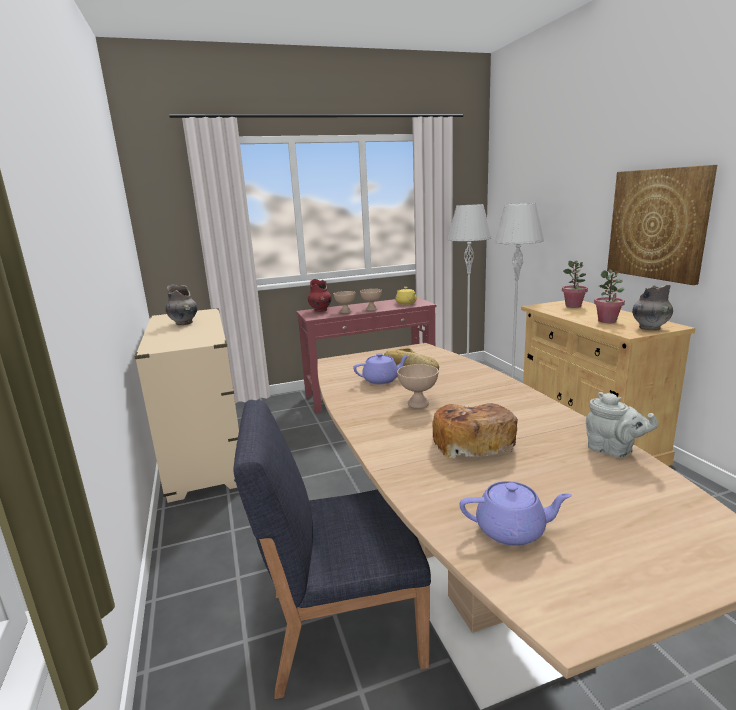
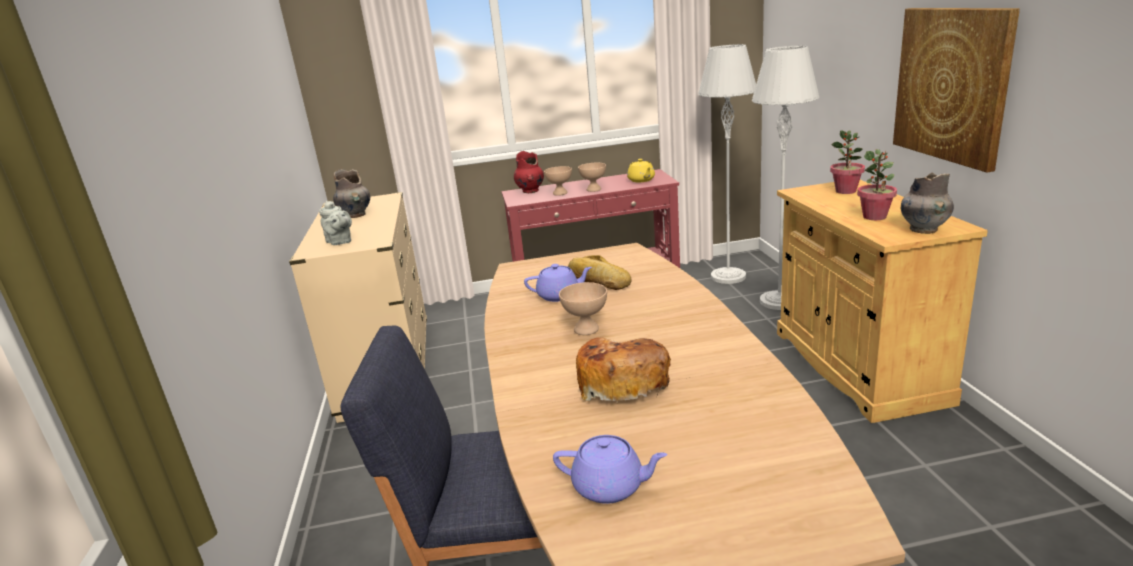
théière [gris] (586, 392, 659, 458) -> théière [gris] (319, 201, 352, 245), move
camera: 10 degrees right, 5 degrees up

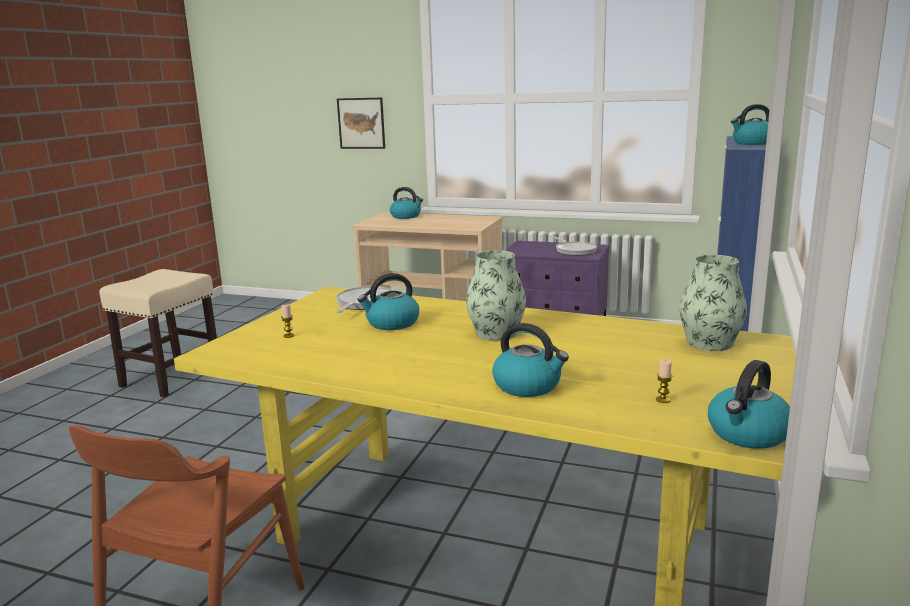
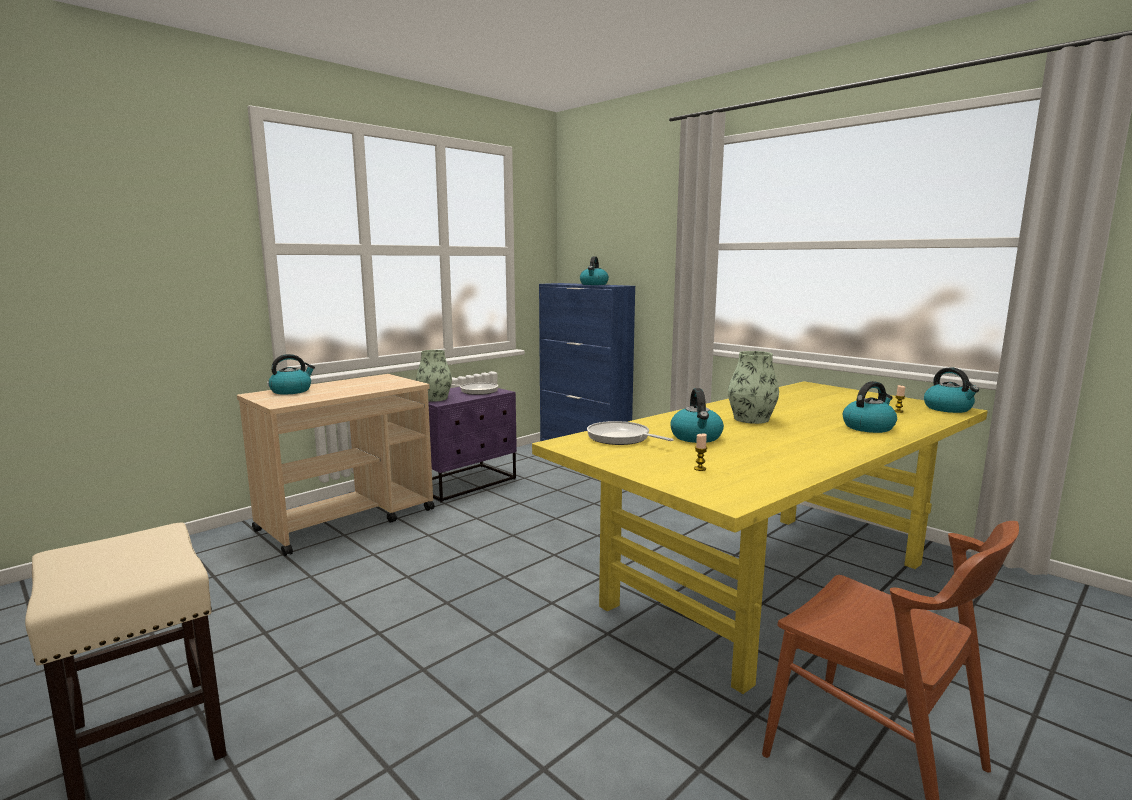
tableau (337, 98, 385, 149) -> none
vase (679, 255, 747, 351) -> vase (416, 350, 452, 402), move
camera: 65 degrees left, 5 degrees down

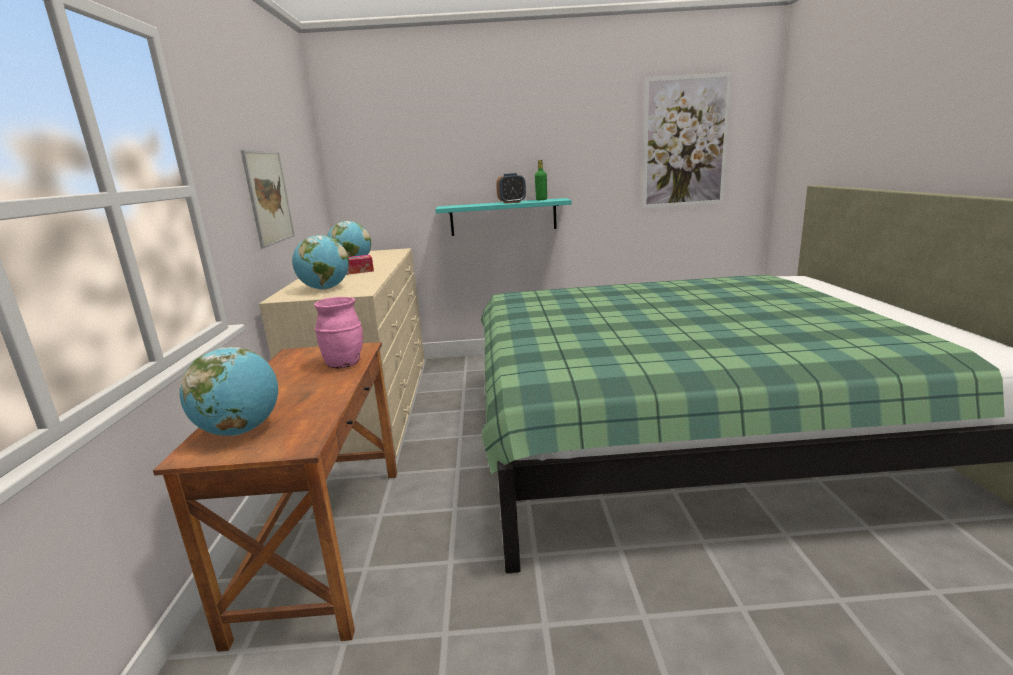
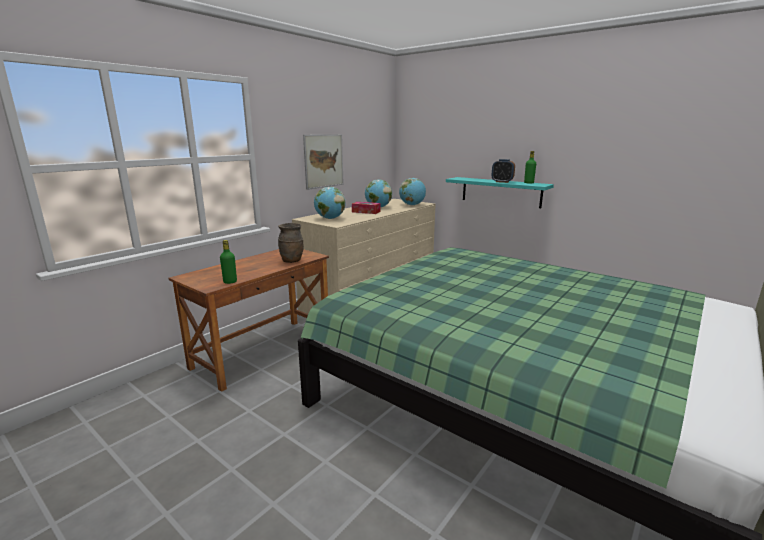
tableau (642, 72, 732, 208) -> none
none -> bouteille [vert] (220, 240, 237, 284)
globe (179, 347, 278, 436) -> globe (399, 178, 426, 205), move
vase [rose] (314, 297, 363, 368) -> vase [marron] (278, 223, 304, 263)
camera: 40 degrees right, 0 degrees up

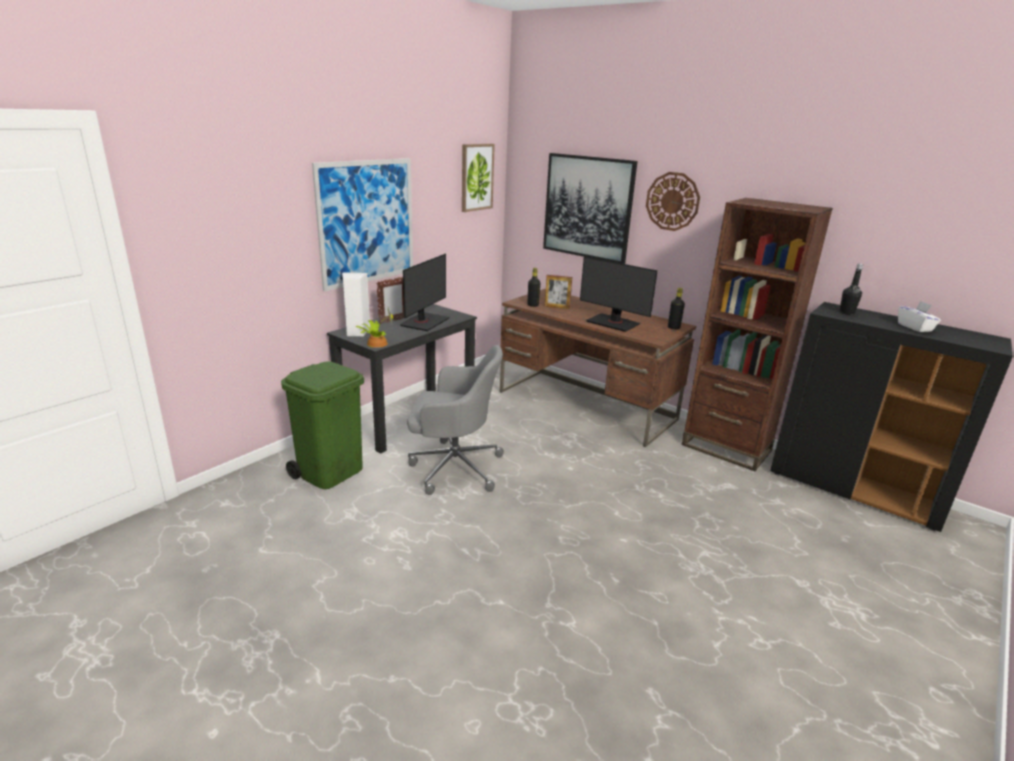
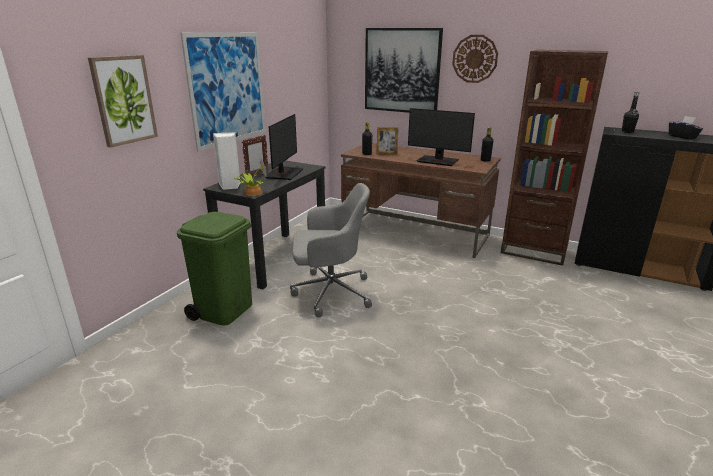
tableau (462, 144, 495, 212) -> tableau (88, 55, 158, 148), move
boîte à mouchoirs [blanc] (898, 301, 941, 332) -> boîte à mouchoirs [noir] (669, 116, 703, 139)
camera: 10 degrees left, 0 degrees up

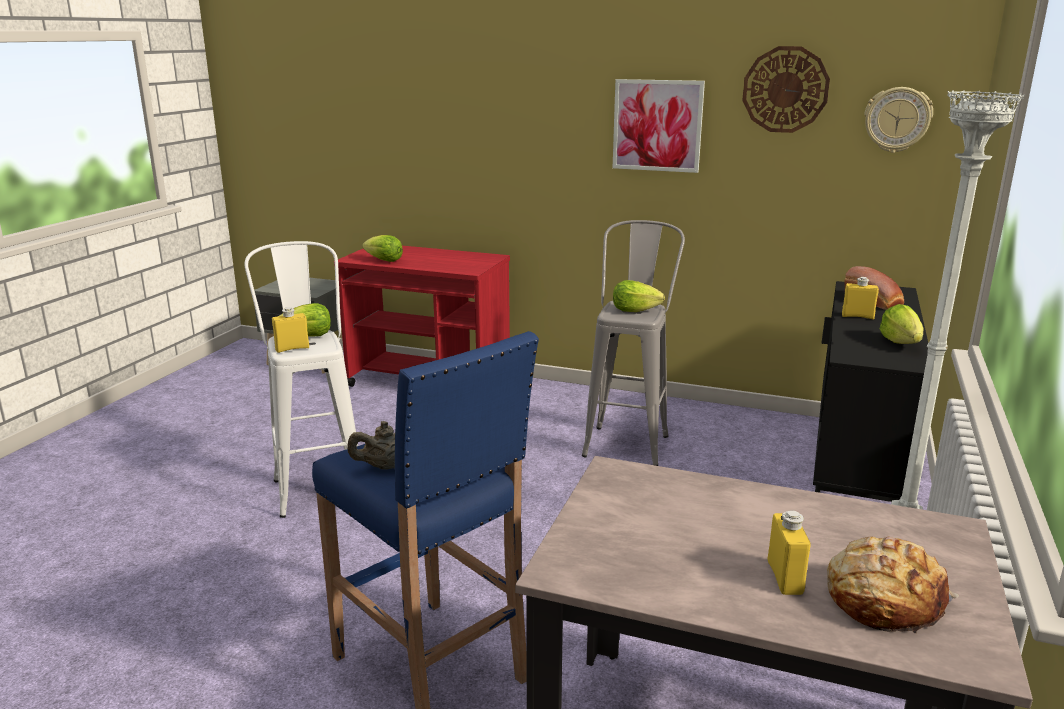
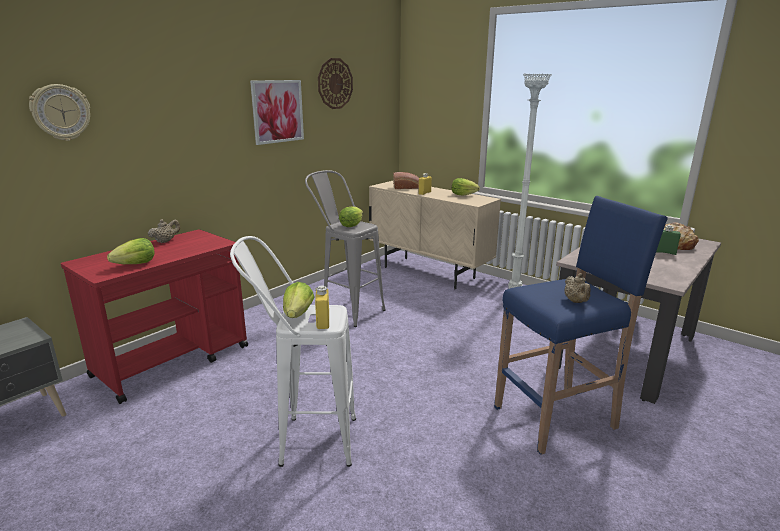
none -> théière [beige] (148, 219, 180, 243)
horloge murale (864, 87, 933, 153) -> horloge murale (29, 84, 90, 141), move
bouteille [jaune] (768, 510, 811, 595) -> bouteille [vert] (656, 225, 681, 255)
meuble de rangement [noir] (813, 281, 928, 502) -> meuble de rangement [beige] (369, 181, 501, 289)
camera: 70 degrees left, 0 degrees up

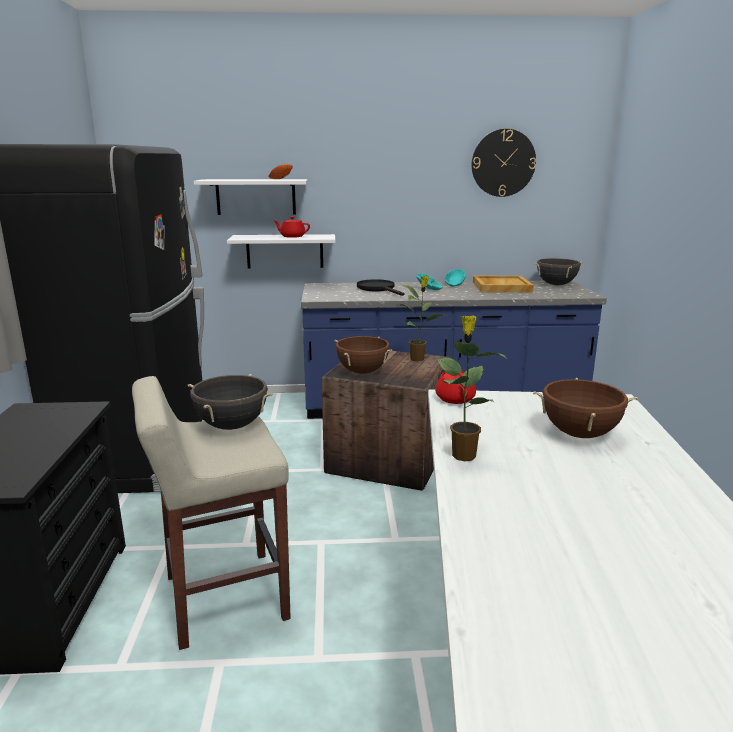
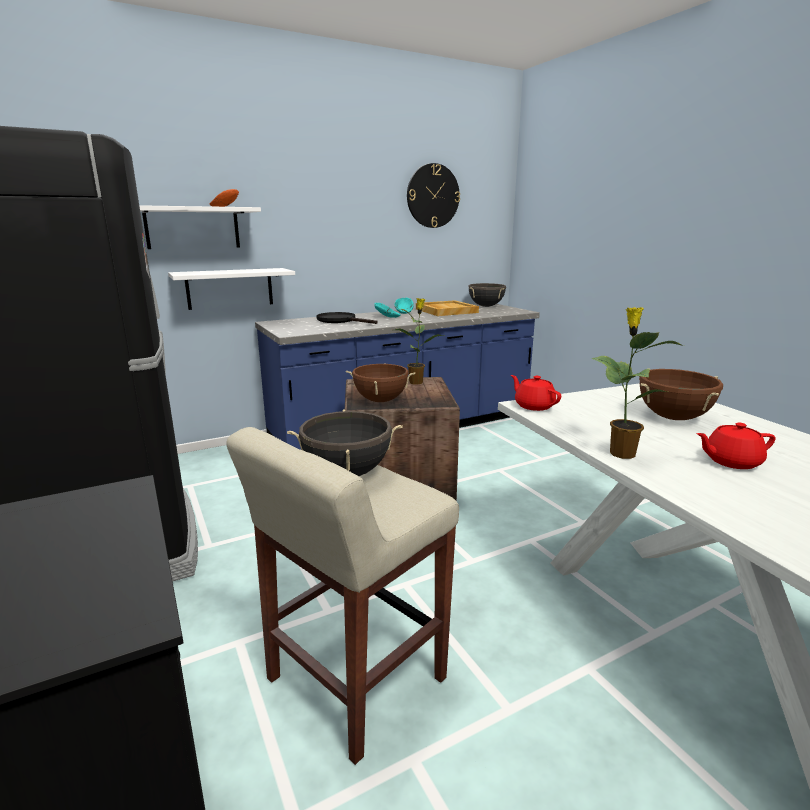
théière [rouge] (273, 217, 310, 238) -> théière [rouge] (696, 423, 775, 469), move
camera: 25 degrees left, 0 degrees up

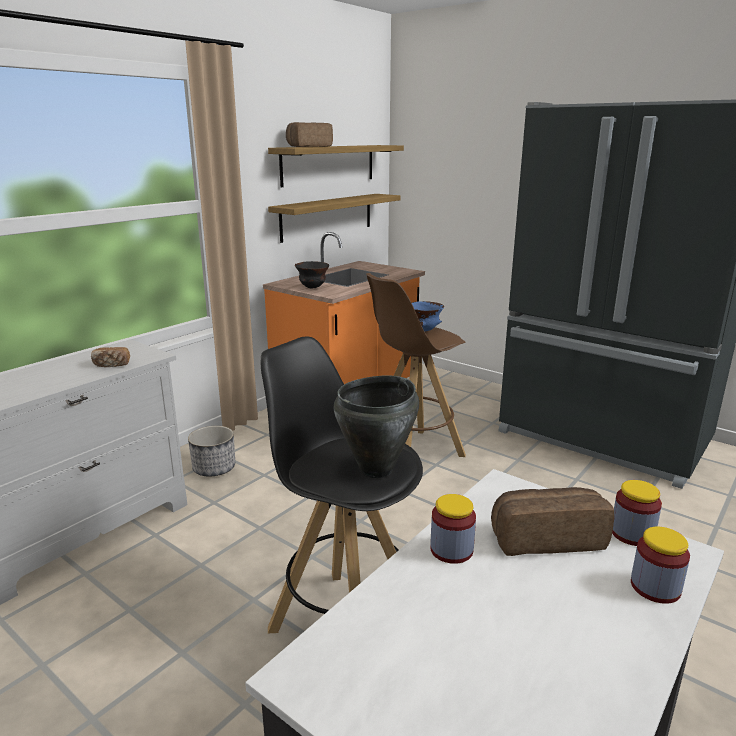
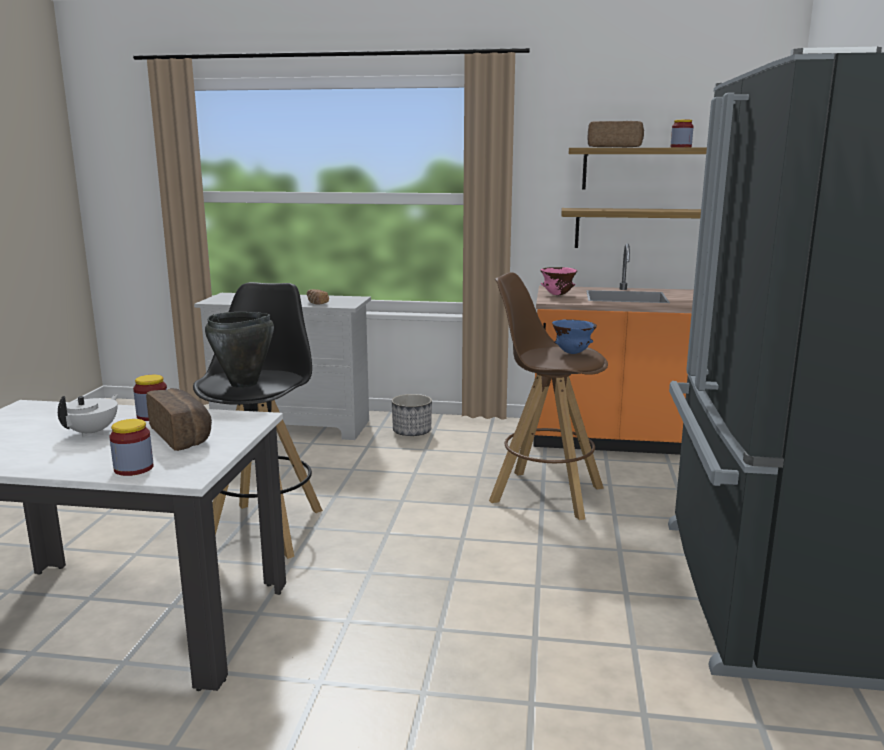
none -> théière [blanc] (58, 394, 118, 437)
bocal (612, 480, 662, 546) -> bocal (671, 120, 693, 147), move
bol [noir] (295, 261, 329, 288) -> bol [rose] (540, 267, 578, 295)
camera: 60 degrees right, 5 degrees down

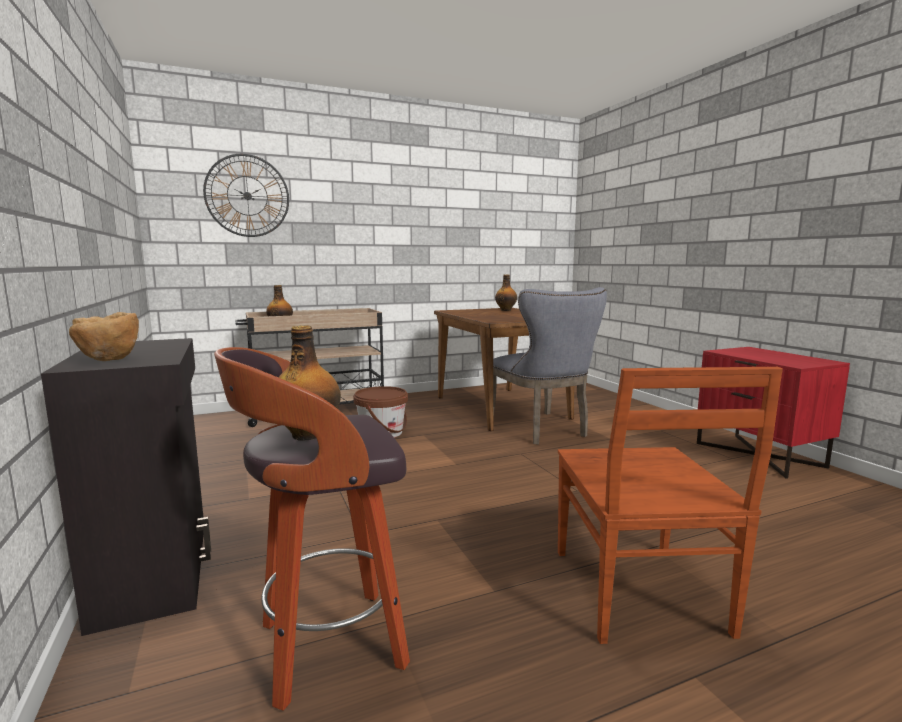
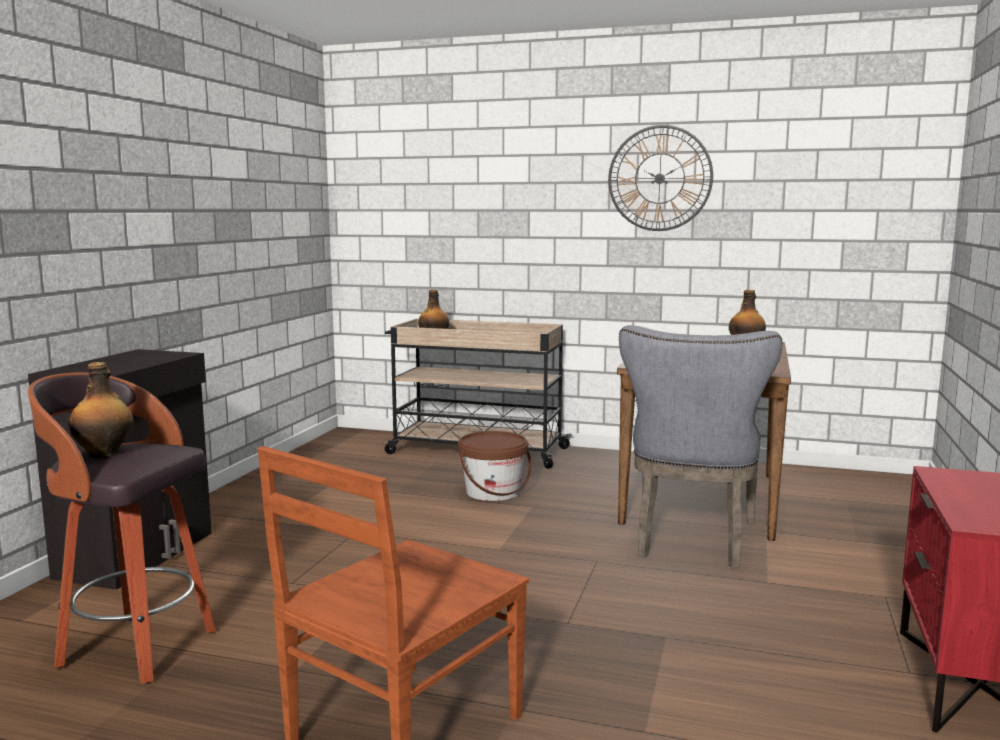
bol [marron] (69, 312, 139, 361) -> none
horloge murale (203, 154, 289, 237) -> horloge murale (608, 125, 713, 231), move
camera: 40 degrees right, 0 degrees up

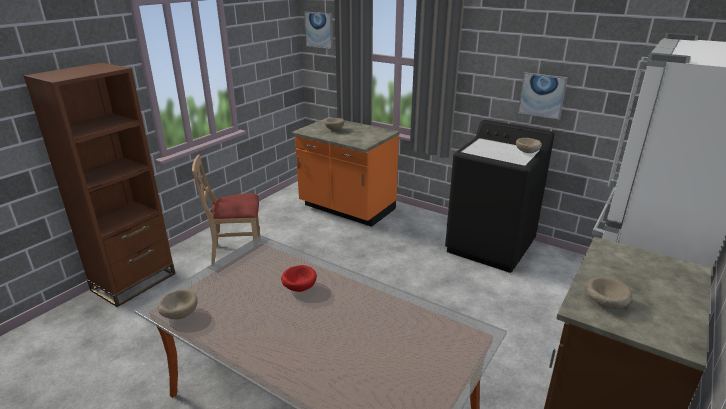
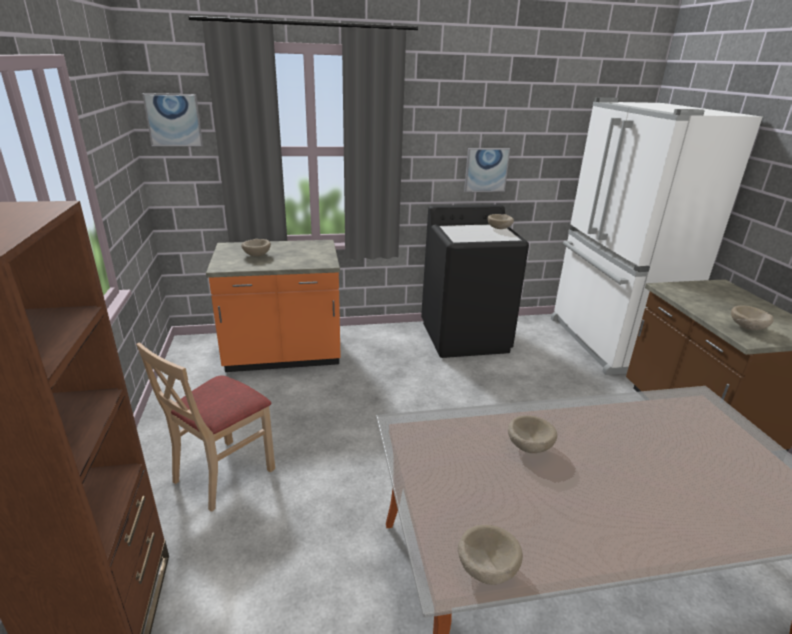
bol [rouge] (281, 265, 317, 292) -> bol [beige] (508, 415, 557, 453)
camera: 45 degrees left, 0 degrees up

